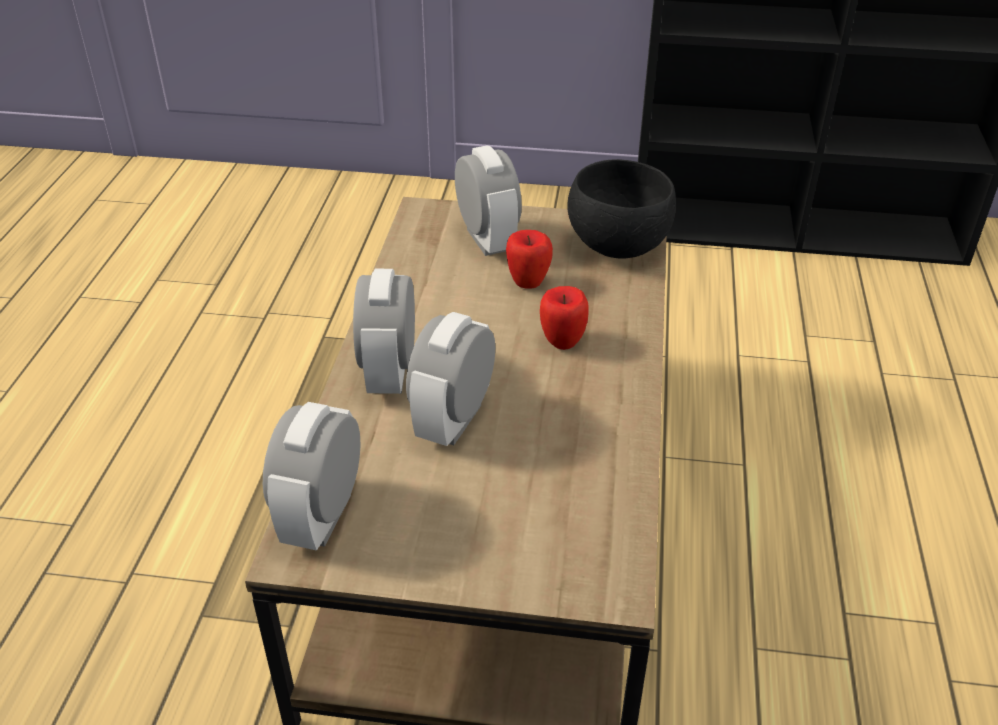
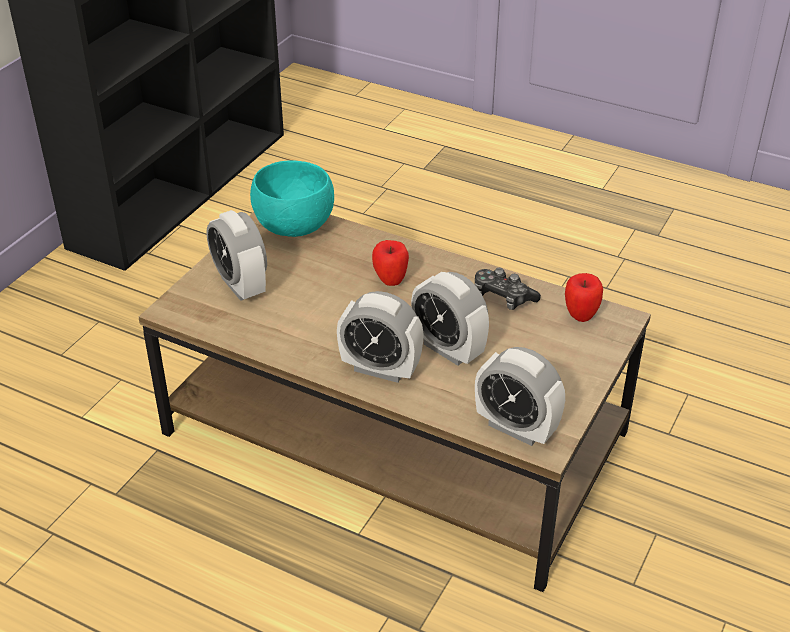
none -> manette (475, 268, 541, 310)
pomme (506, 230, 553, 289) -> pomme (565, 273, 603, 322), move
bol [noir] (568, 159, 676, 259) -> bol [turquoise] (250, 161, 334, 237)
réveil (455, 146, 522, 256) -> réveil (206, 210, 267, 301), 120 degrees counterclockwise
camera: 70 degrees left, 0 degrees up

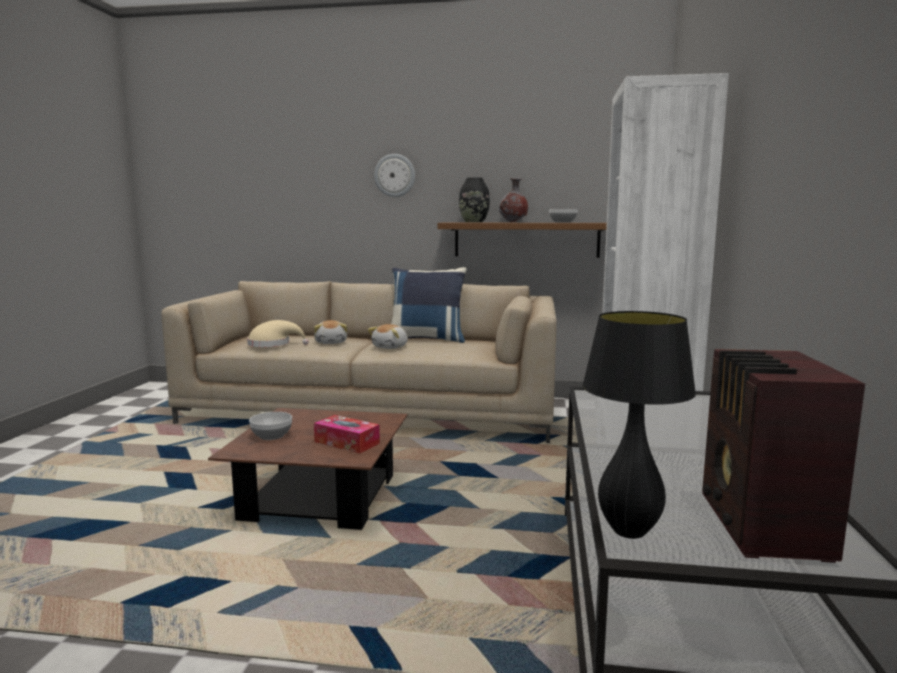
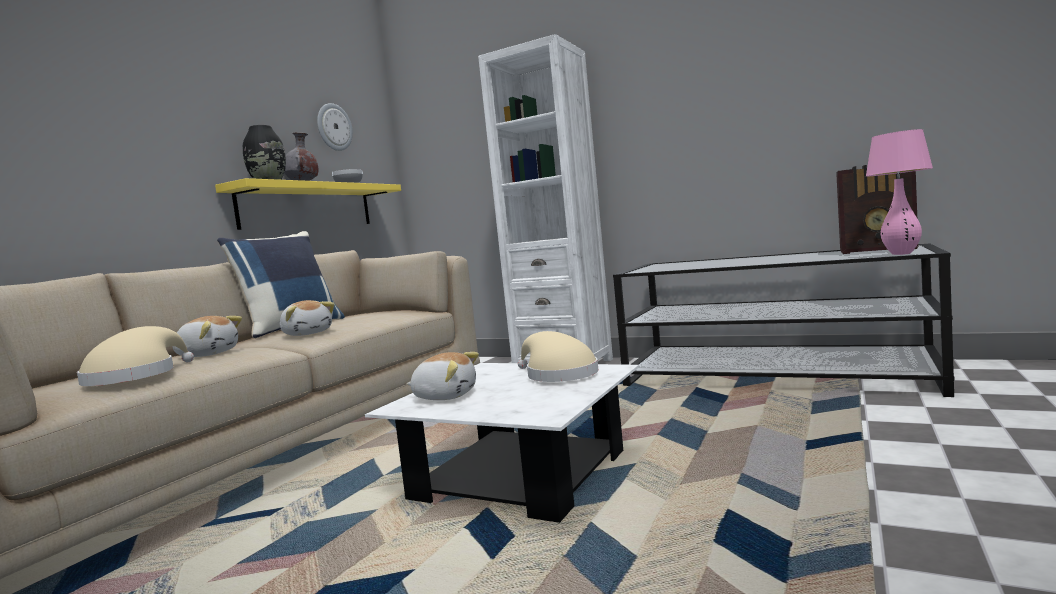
bol (249, 412, 292, 440) -> none
none -> peluche (407, 352, 479, 400)
horloge murale (374, 154, 415, 197) -> horloge murale (317, 103, 353, 151), move
boîte à mouchoirs (314, 415, 380, 453) -> chapeau [beige] (518, 331, 598, 382)
table basse [marron] (208, 408, 408, 530) -> table basse [blanc] (365, 363, 639, 523)
étagère [marron] (437, 223, 607, 258) -> étagère [jaune] (215, 178, 401, 230)
lampe de table [noir] (582, 311, 696, 539) -> lampe de table [rose] (866, 129, 933, 255)
camera: 70 degrees left, 5 degrees down

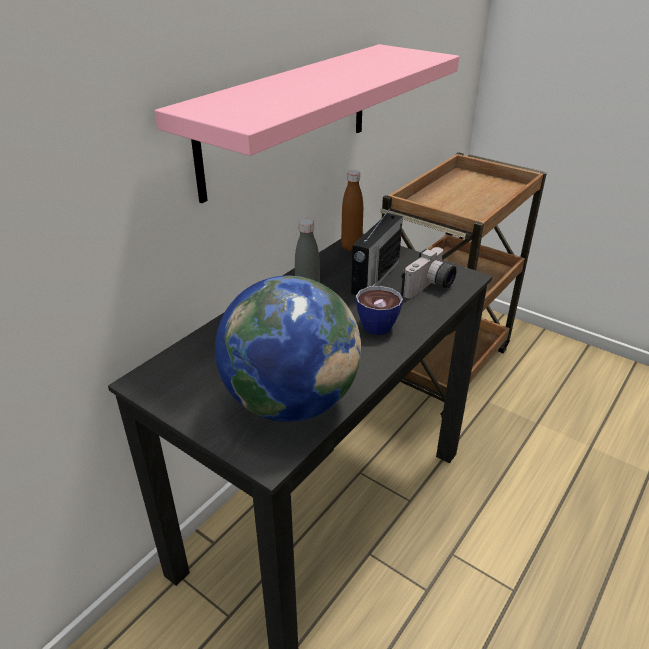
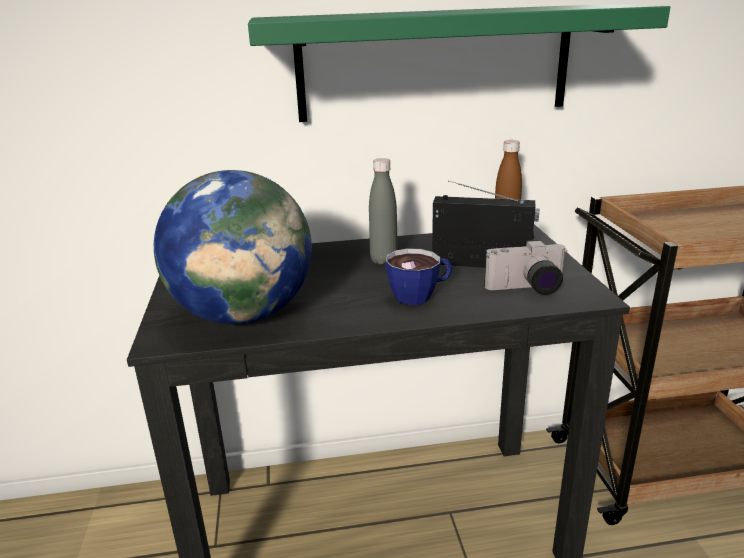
étagère [rose] (155, 44, 459, 203) -> étagère [vert] (248, 4, 670, 122)
radio (351, 204, 403, 295) -> radio (432, 181, 539, 268), 150 degrees counterclockwise
camera: 45 degrees right, 10 degrees down

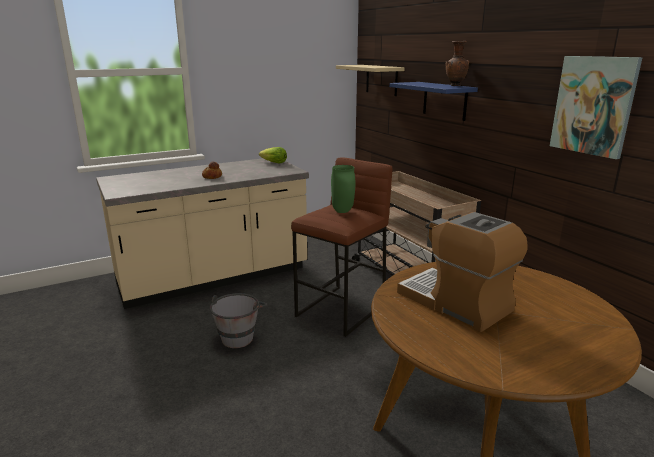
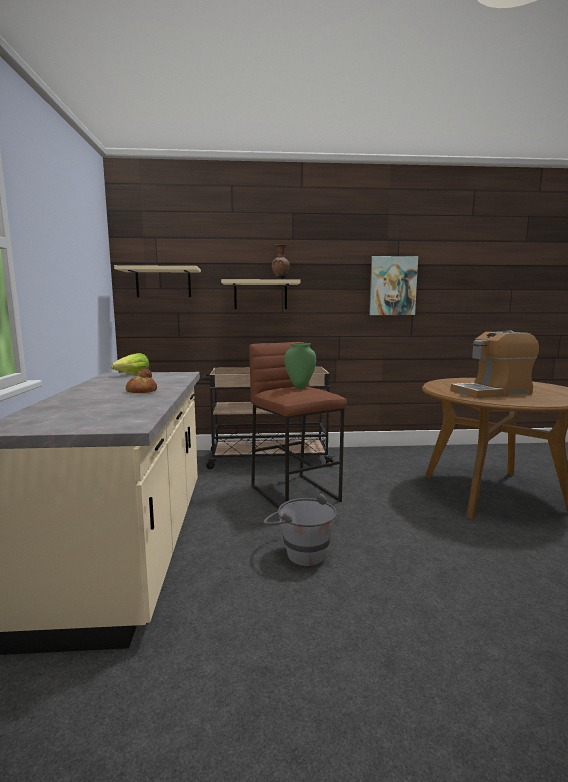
étagère [bleu] (389, 82, 478, 121) -> étagère [beige] (221, 279, 301, 309)
camera: 65 degrees left, 10 degrees down

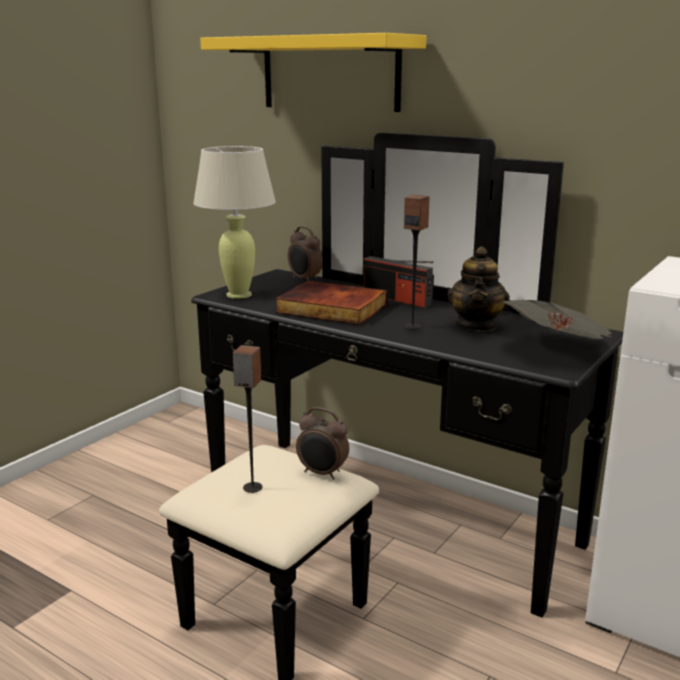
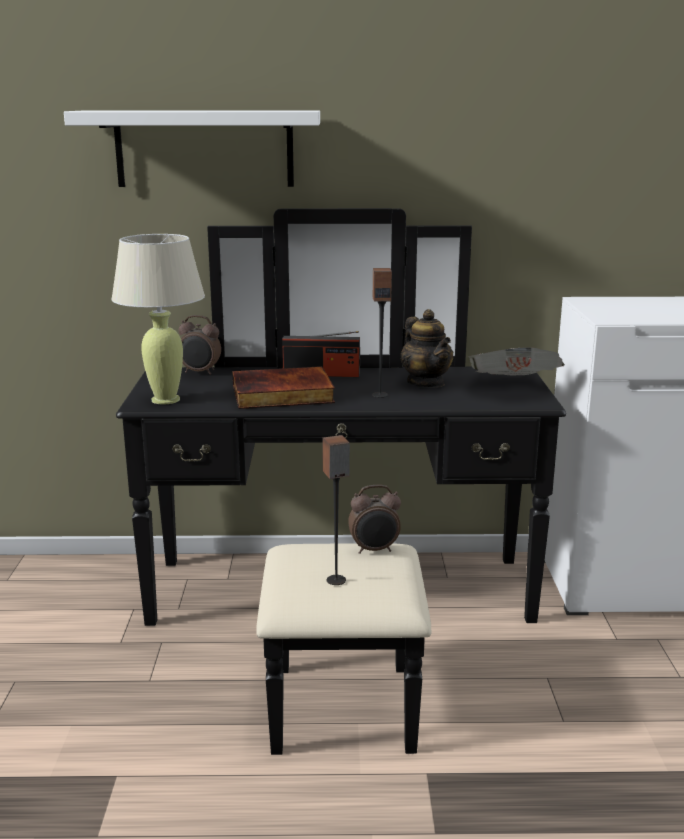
étagère [jaune] (200, 33, 426, 112) -> étagère [blanc] (64, 110, 320, 187)
camera: 35 degrees left, 0 degrees up

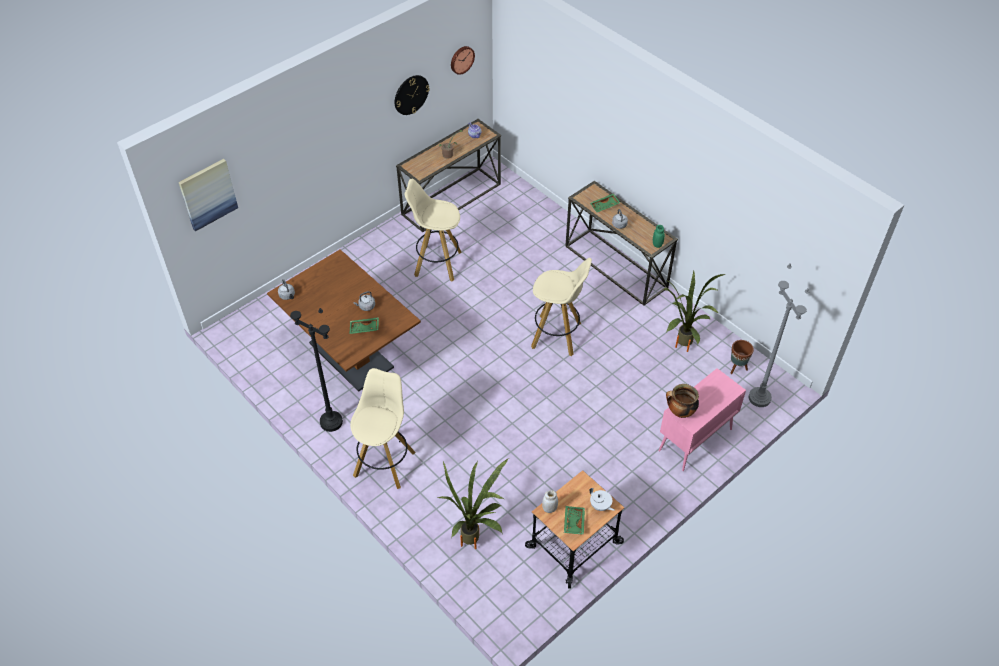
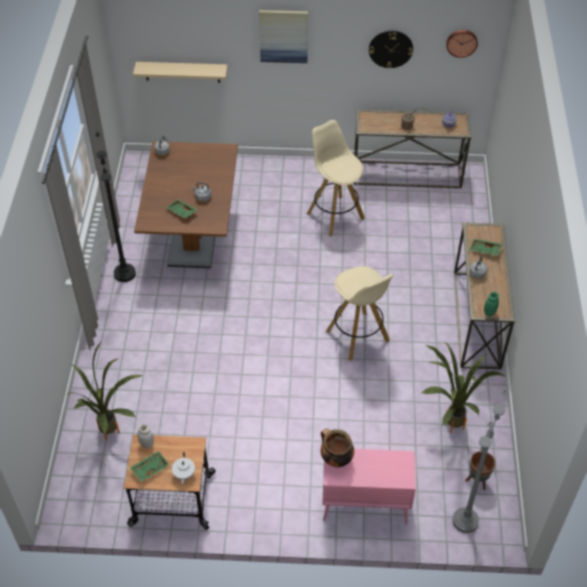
tabouret [beige] (350, 368, 416, 489) -> none
none -> étagère [beige] (133, 62, 228, 83)
tableau (179, 159, 238, 231) -> tableau (259, 10, 308, 63), move
camera: 45 degrees right, 0 degrees up

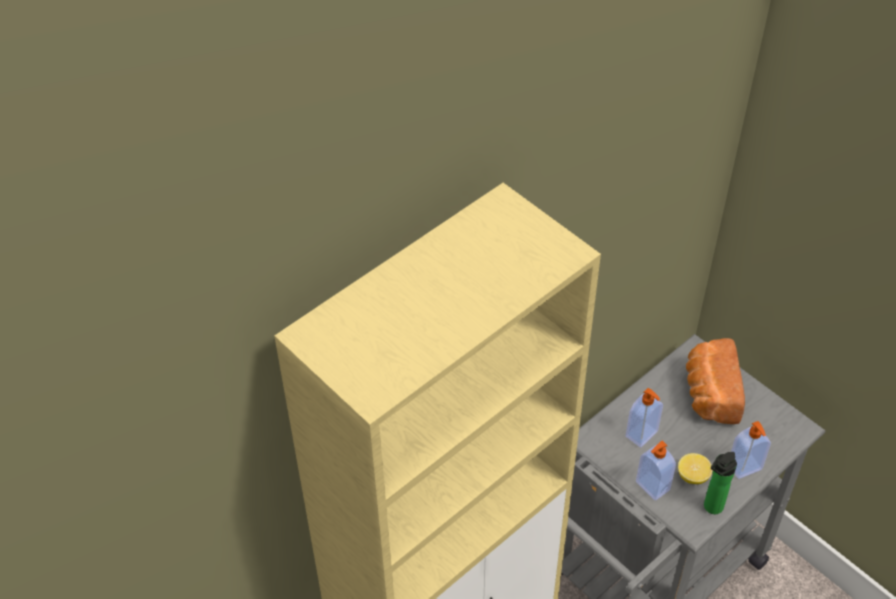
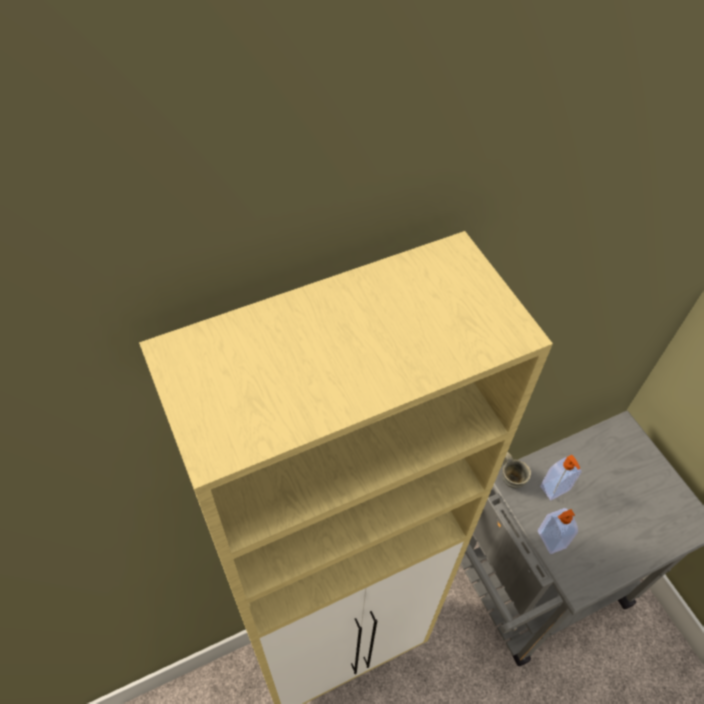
citron (678, 453, 712, 484) -> none
pain (686, 338, 745, 424) -> none
bouteille (704, 452, 737, 514) -> none
distributeur de savon (731, 421, 771, 479) -> none
none -> mug [gris] (501, 452, 531, 488)
camera: 15 degrees right, 5 degrees up

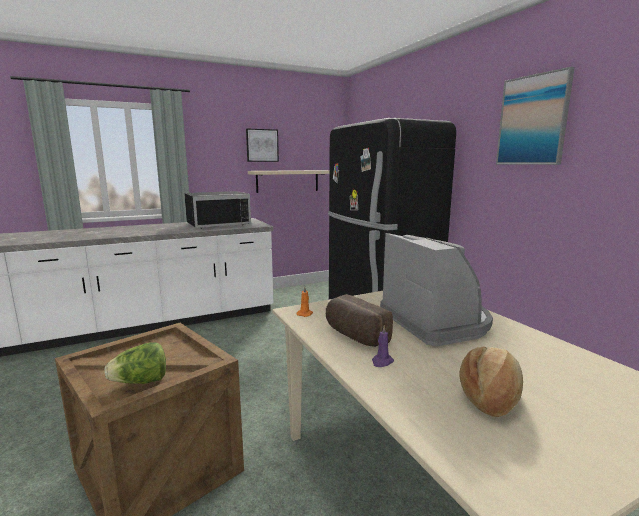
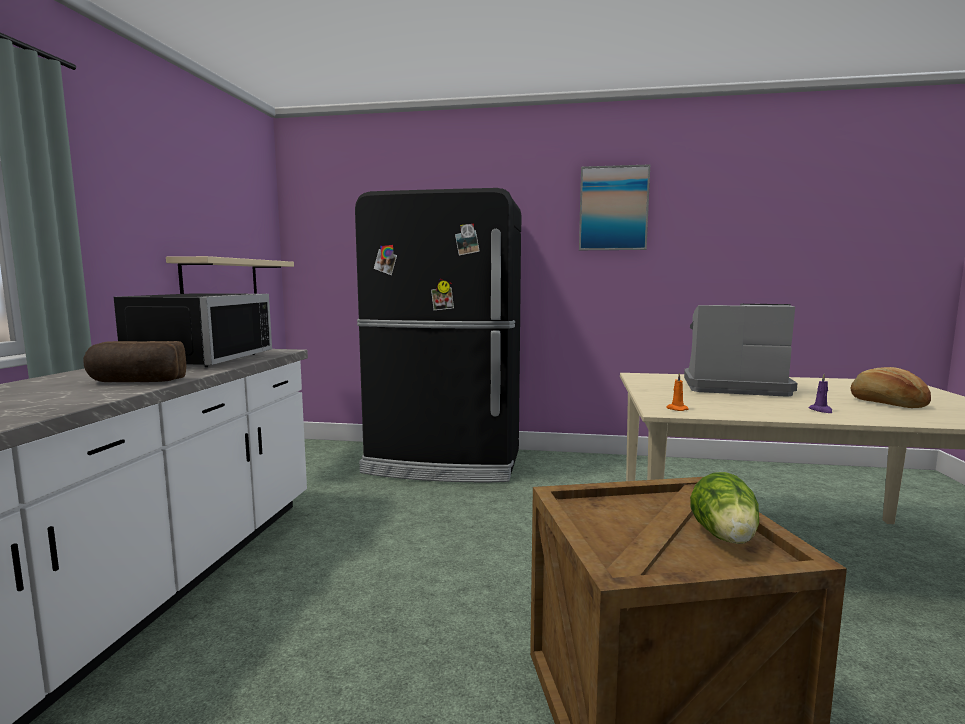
tableau (246, 129, 279, 162) -> none
pain (326, 294, 393, 347) -> pain (83, 341, 186, 382), move
camera: 55 degrees left, 5 degrees down

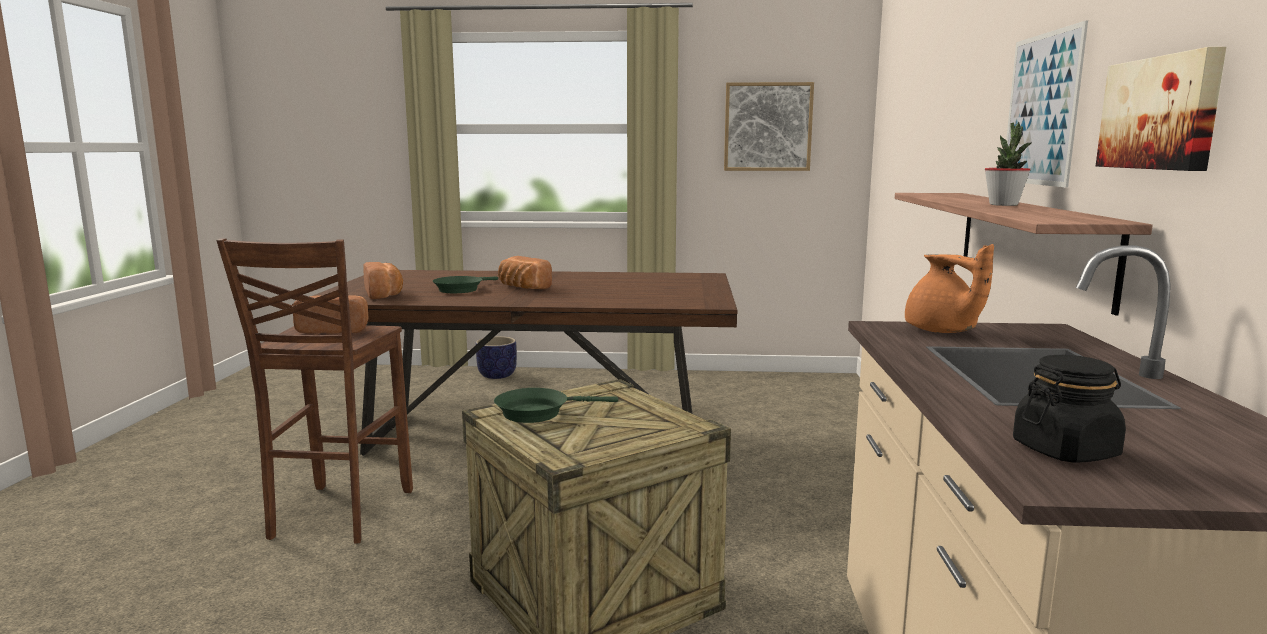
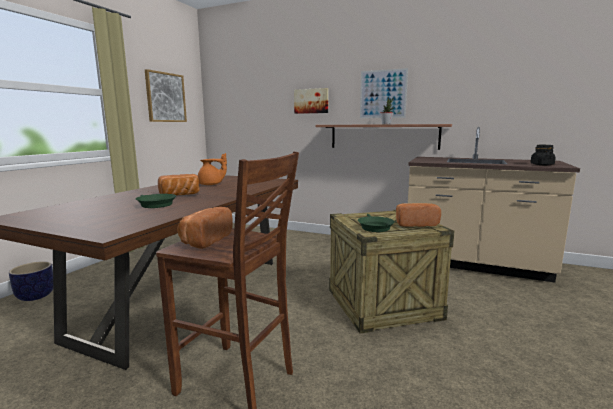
pain (363, 262, 403, 299) -> pain (396, 203, 441, 227), move
théière [orange] (905, 244, 994, 333) -> théière [orange] (198, 153, 227, 185), move
tableau (1096, 47, 1226, 171) -> tableau (294, 88, 329, 114), move
camera: 70 degrees left, 0 degrees up

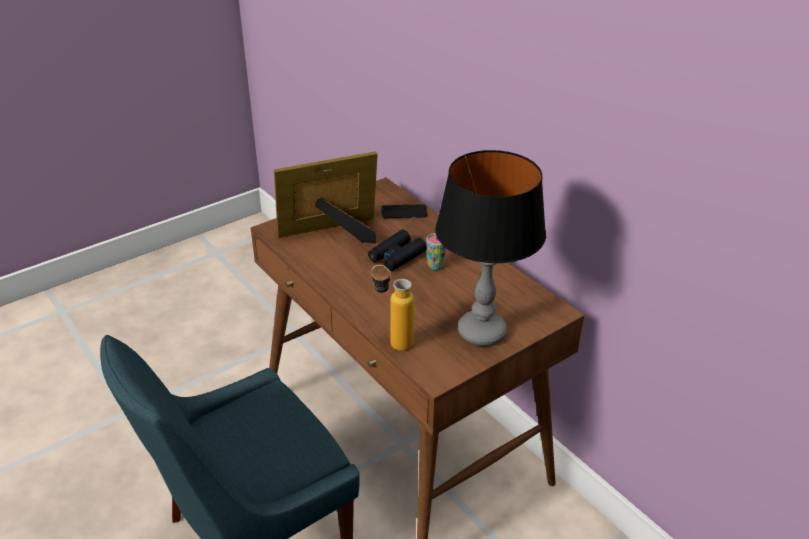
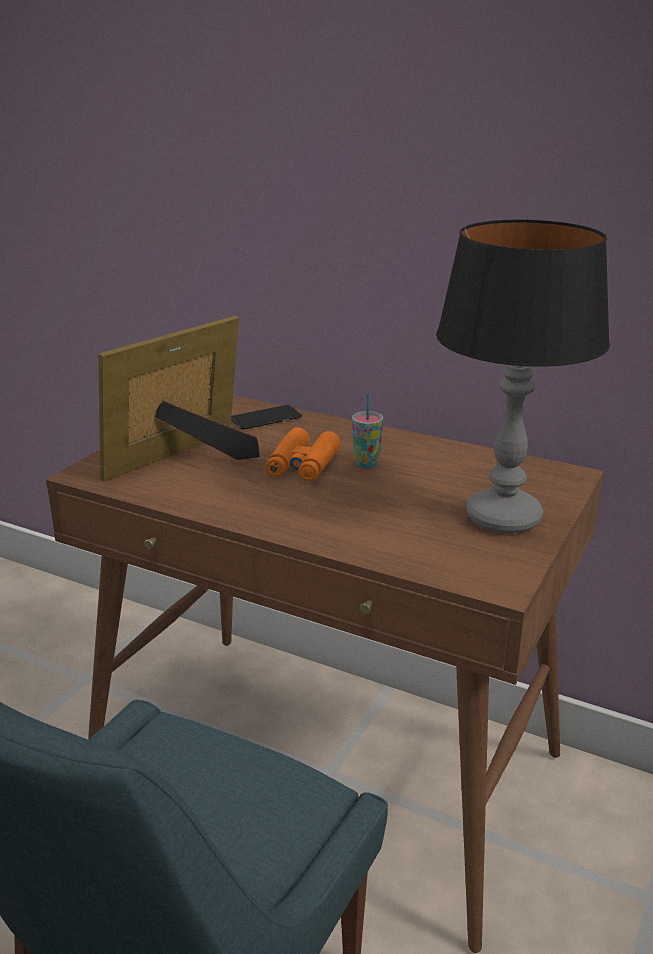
bouteille (372, 265, 414, 351) -> none
jumelles [noir] (368, 230, 427, 271) -> jumelles [orange] (265, 427, 341, 481)
camera: 25 degrees left, 10 degrees down

